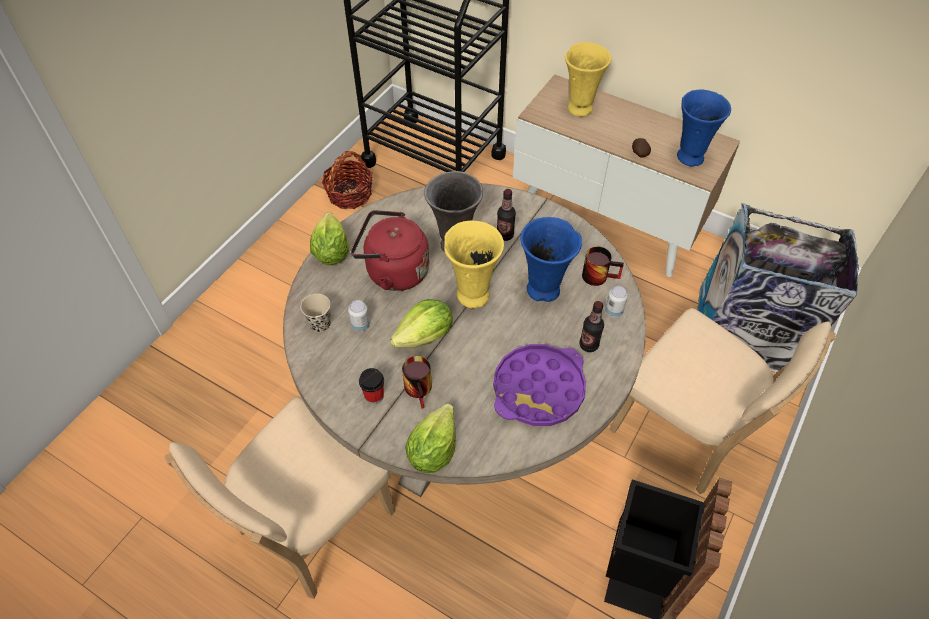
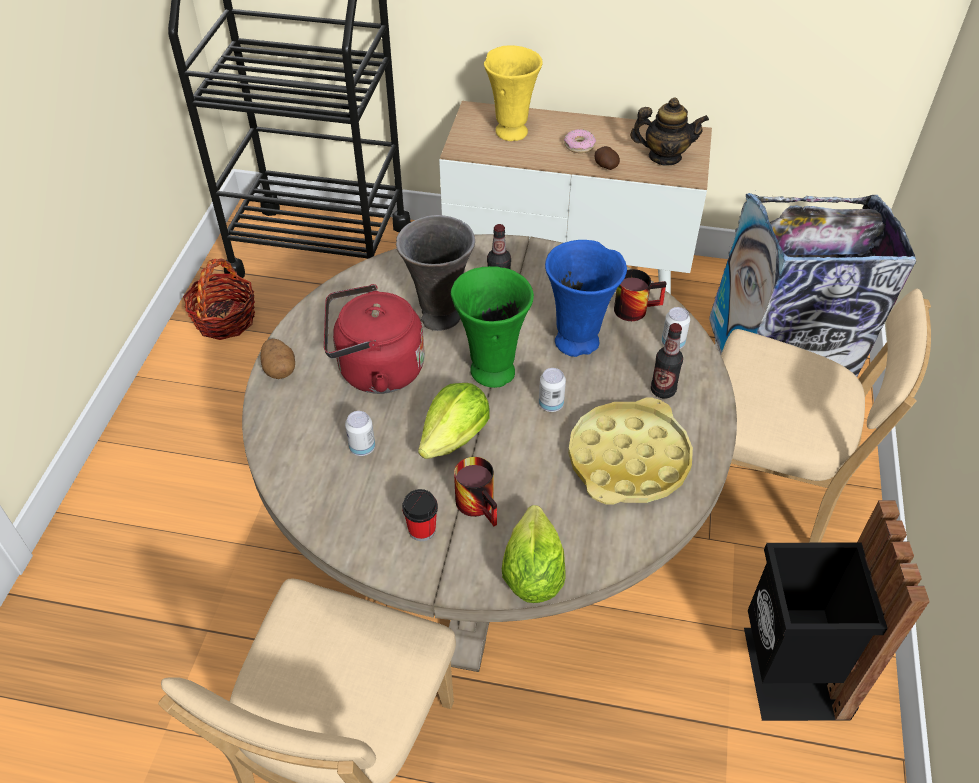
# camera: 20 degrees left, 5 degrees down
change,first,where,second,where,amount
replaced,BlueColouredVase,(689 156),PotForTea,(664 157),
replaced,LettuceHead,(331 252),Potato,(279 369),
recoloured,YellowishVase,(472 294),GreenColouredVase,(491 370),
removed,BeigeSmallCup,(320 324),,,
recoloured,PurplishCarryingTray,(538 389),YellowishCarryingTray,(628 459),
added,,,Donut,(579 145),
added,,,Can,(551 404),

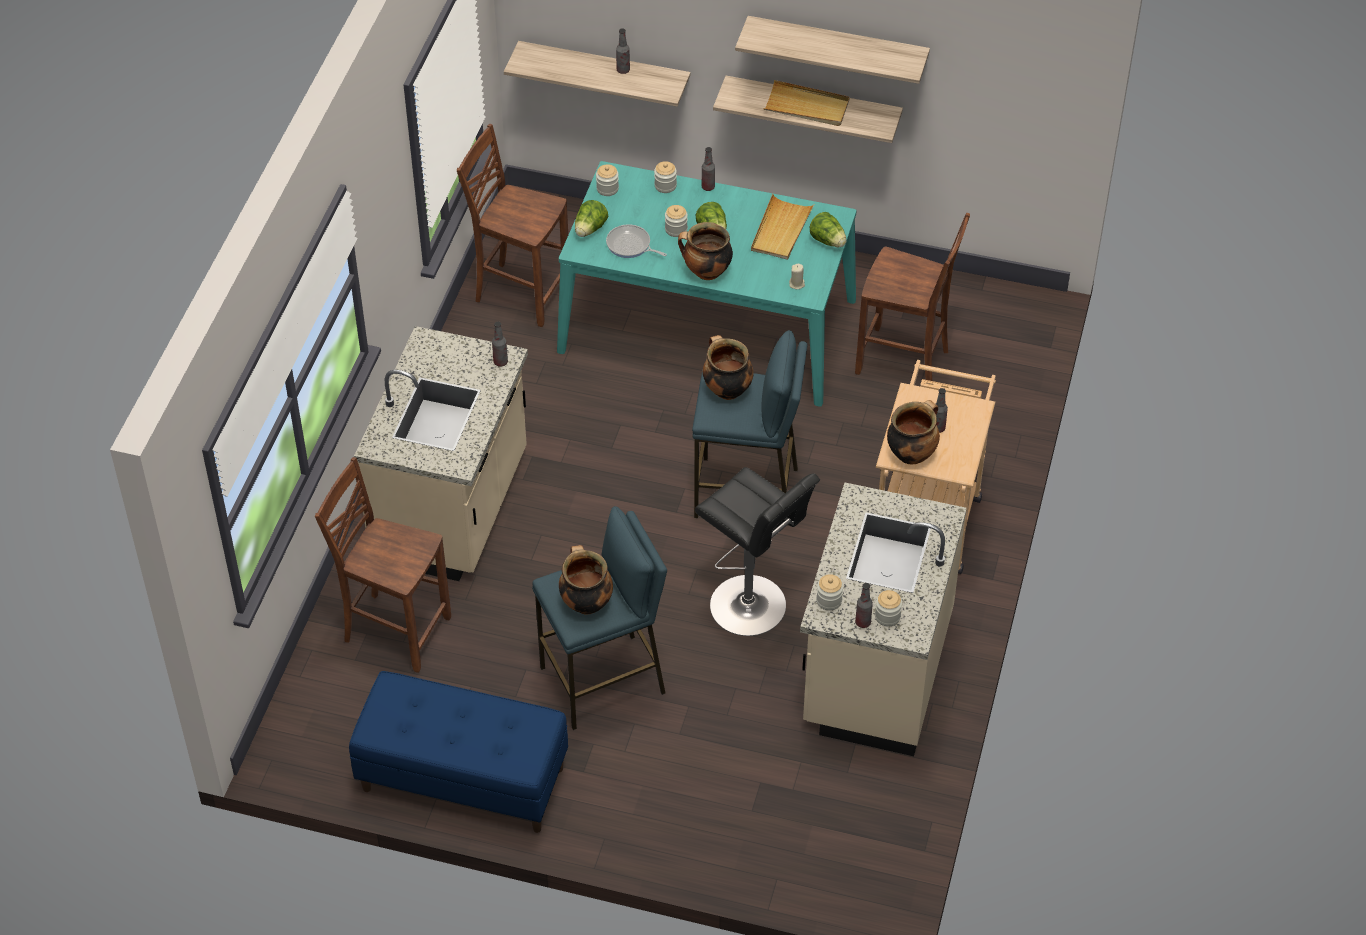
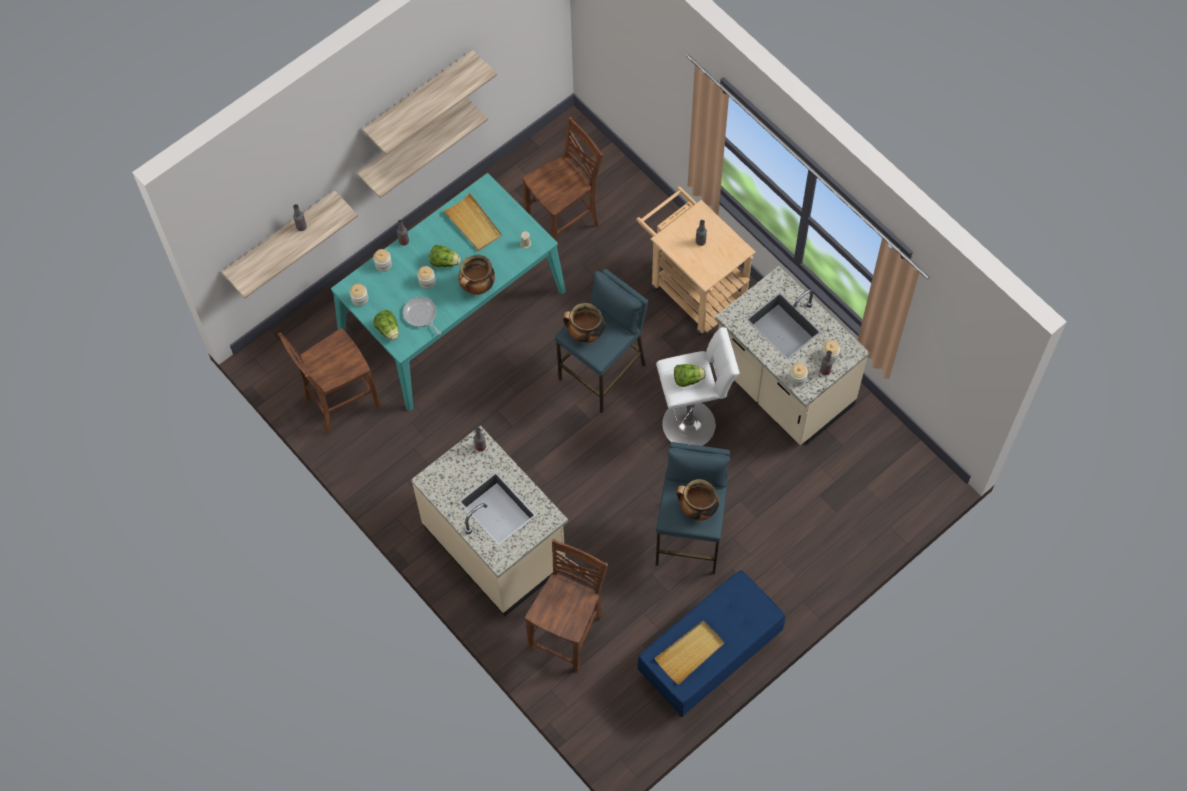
# camera: 55 degrees left, 15 degrees up
change,first,where,second,where,amount
moved,BeigeCarryingTray,(806 107),,(690 652),
moved,LettuceHead,(828 241),,(688 379),
turned,Pan,(630 245),,(421 315),75 degrees clockwise
removed,CookingPot,(911 453),,,
turned,BrownishChair,(395 629),,(568 632),150 degrees clockwise
recoloured,BlackColouredSittingStool,(752 608),WhiteColouredSittingStool,(693 423),

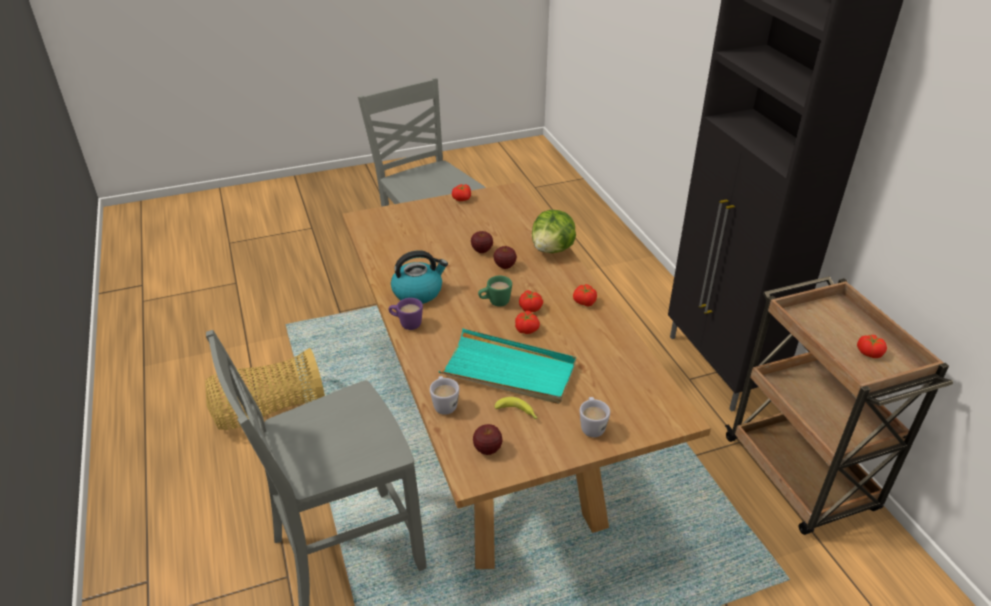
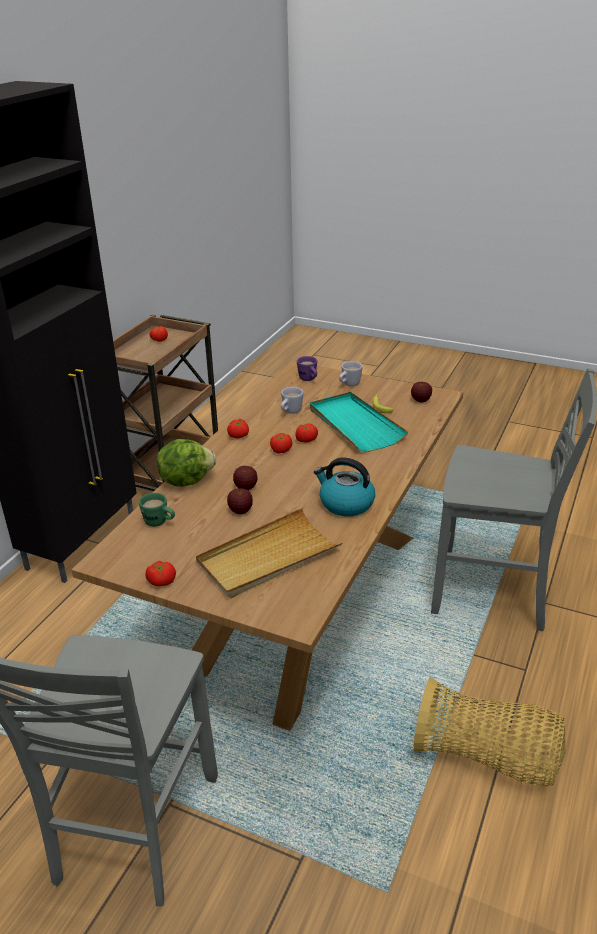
# camera: 135 degrees left, 5 degrees down
change,first,where,second,where,amount
moved,GreenColouredTeaMug,(495 302),,(160 523),
moved,PurplishTeaMug,(406 324),,(309 380),
moved,WhiteColouredTeaMug,(444 404),,(290 412),
added,,,BeigeCarryingTray,(268 557),

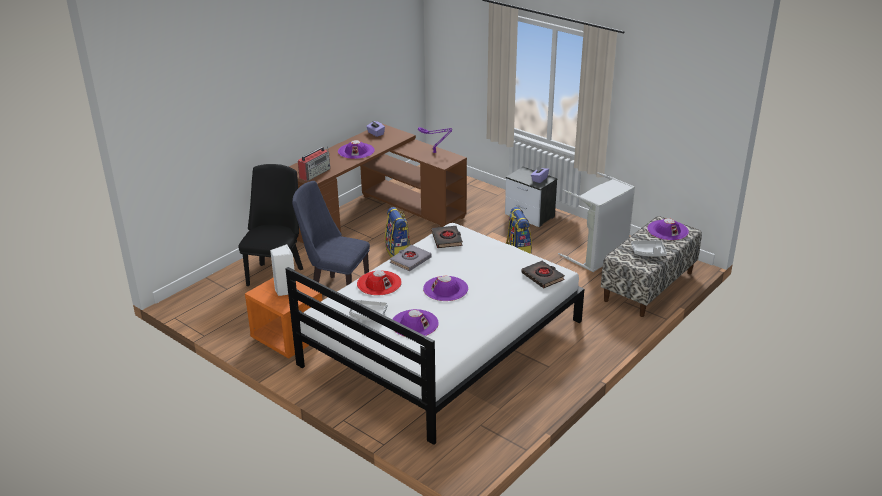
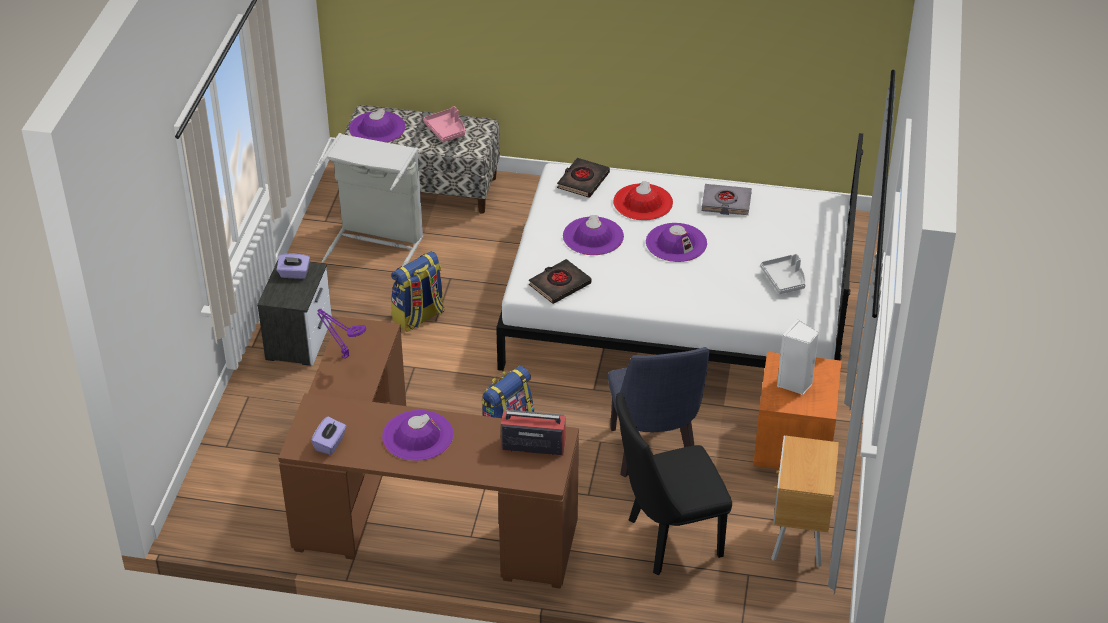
# camera: 120 degrees left, 10 degrees up
change,first,where,second,where,amount
recoloured,GrayCarryingTray,(648 252),PinkColouredCarryingTray,(446 130),
moved,GrayBoundBook,(410 260),,(726 203),
moved,RedColouredHat,(379 283),,(643 202),
moved,PurplishHat,(414 323),,(593 236),
added,,,BrownishNightTable,(797 540),

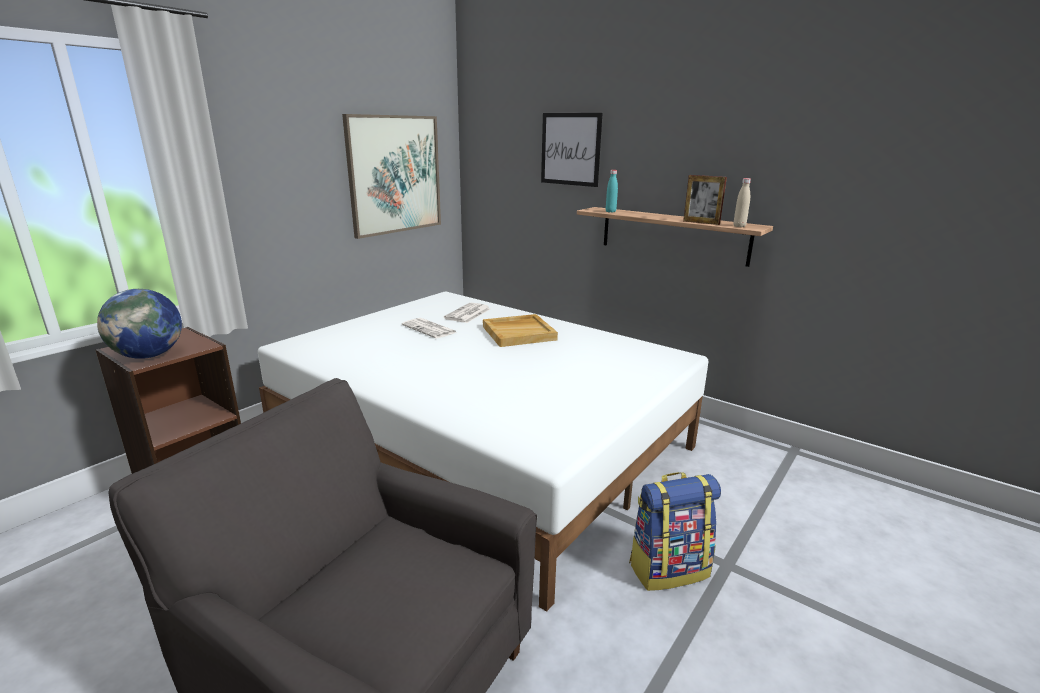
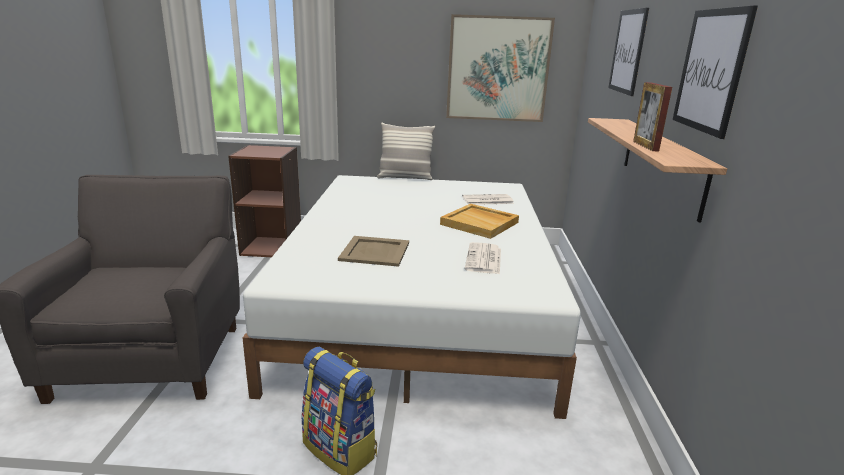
# camera: 55 degrees right, 0 degrees up
change,first,where,second,where,amount
removed,TurquoiseBeverageBottle,(610 211),,,
removed,BeigeBeverageBottle,(739 226),,,
removed,DeskGlobe,(149 355),,,
moved,PrintedPaper,(430 329),,(484 259),
added,,,WallArt,(710 71),
added,,,ThrowPillow,(405 177),
added,,,BeigeCarryingTray,(374 251),

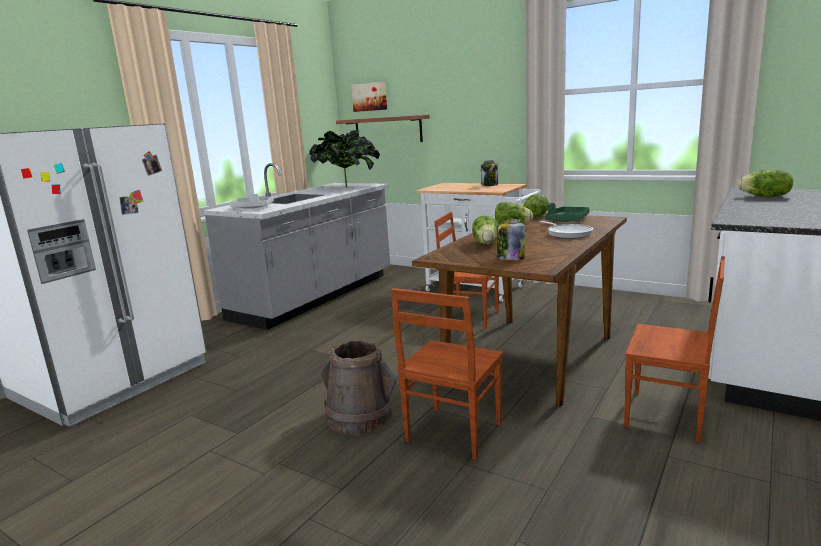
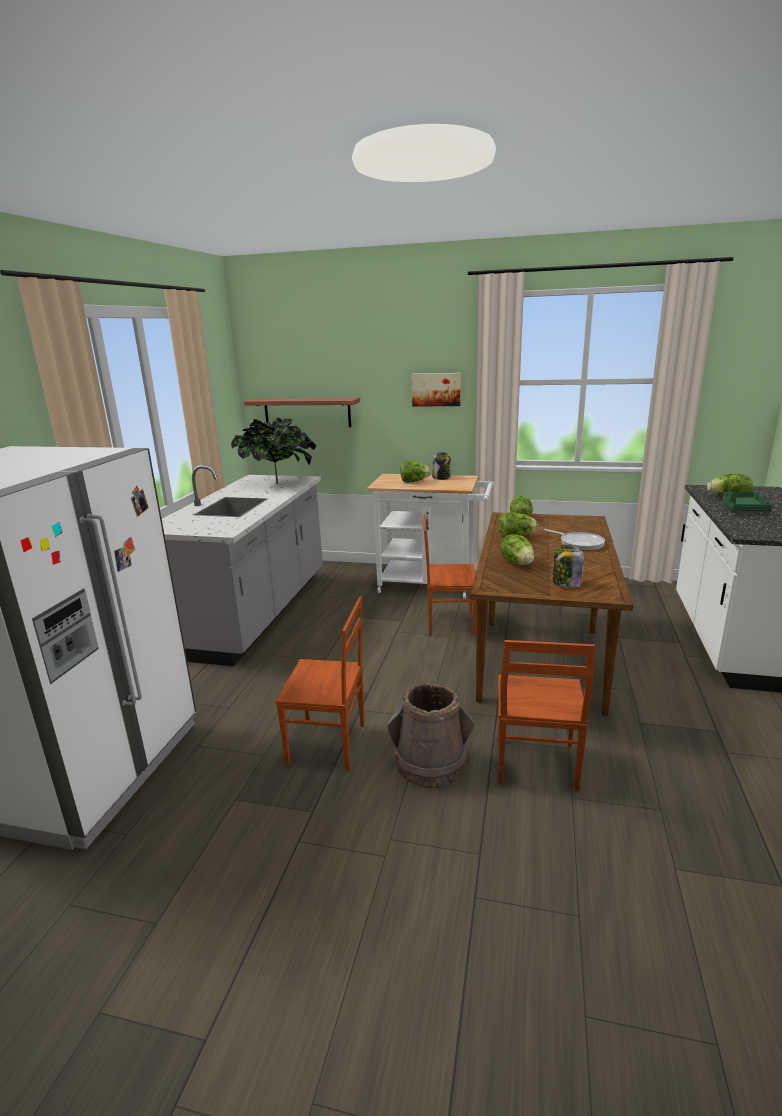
# camera: 20 degrees left, 5 degrees up
change,first,where,second,where,amount
moved,WallArt,(370 97),,(436 389),
removed,GrayCarryingTray,(252 208),,,
moved,GreenColouredCarryingTray,(567 220),,(742 508),
moved,BrownishChair,(667 416),,(328 745),
added,,,LettuceHead,(414 481),

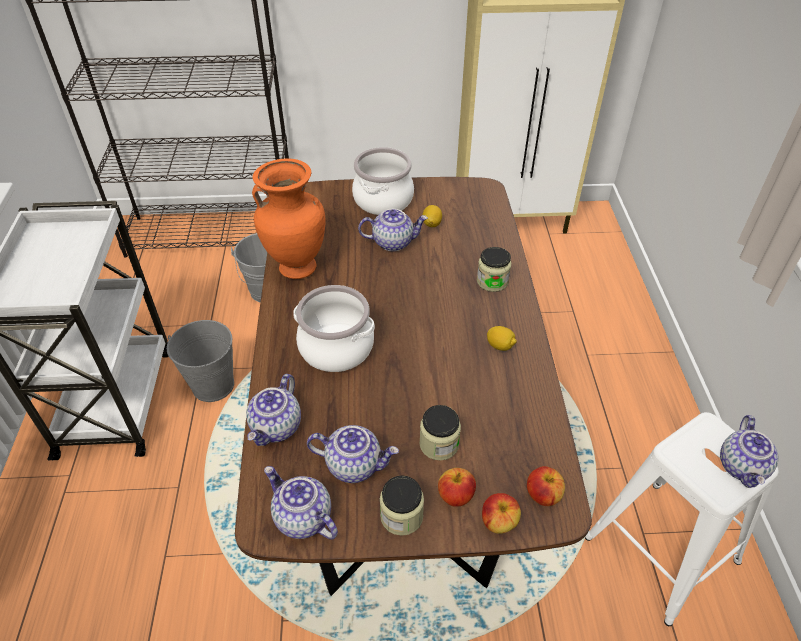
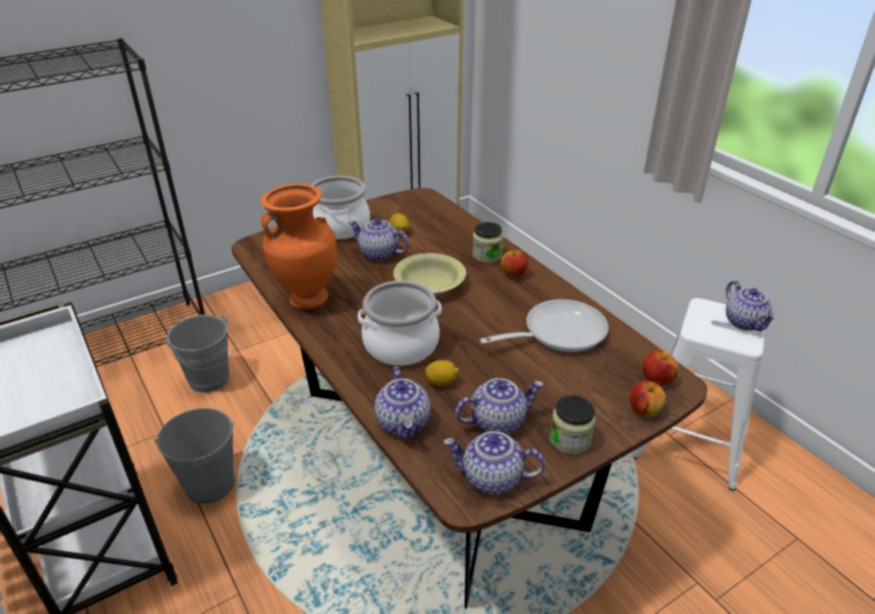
# camera: 30 degrees left, 10 degrees down
change,first,where,second,where,amount
turned,PotForTea,(393 242),,(378 254),120 degrees counterclockwise
moved,CitrusFruit,(500 346),,(441 382),
removed,StorageJar,(439 444),,,
moved,Apple,(456 496),,(514 274),
added,,,YellowishBowl,(429 283),
added,,,Pan,(557 332),

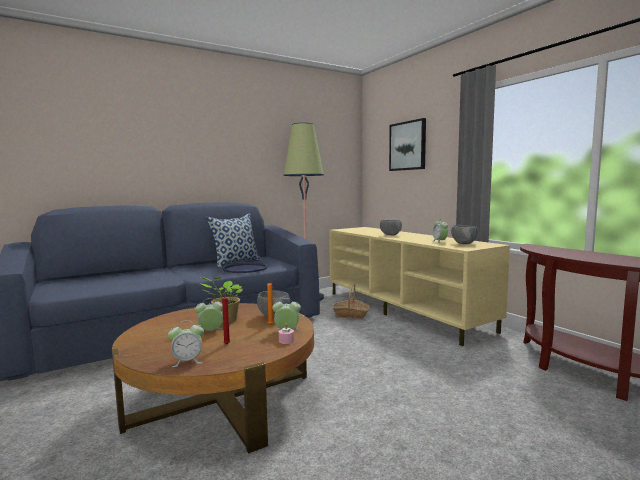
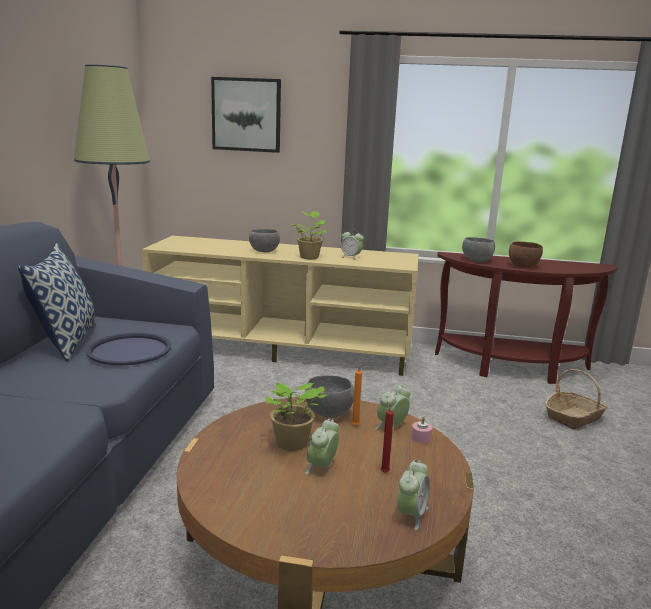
# camera: 50 degrees left, 10 degrees up
change,first,where,second,where,amount
moved,GrayBowl,(463 243),,(477 261),
moved,HouseholdBasket,(351 314),,(573 417),
added,,,PottedPlant,(309 257),
added,,,BrownishBowl,(522 266),

